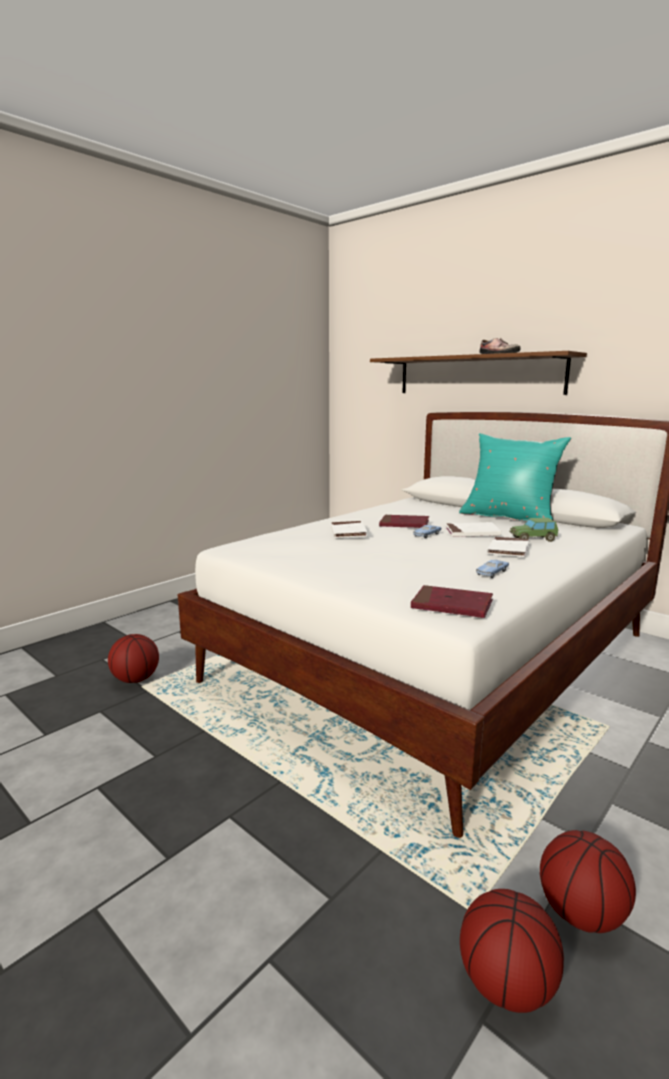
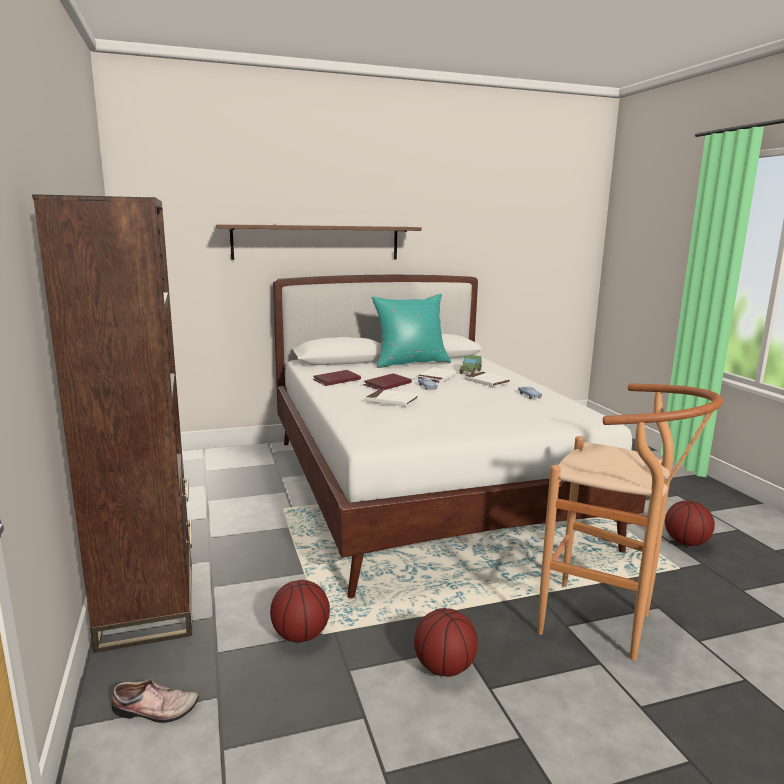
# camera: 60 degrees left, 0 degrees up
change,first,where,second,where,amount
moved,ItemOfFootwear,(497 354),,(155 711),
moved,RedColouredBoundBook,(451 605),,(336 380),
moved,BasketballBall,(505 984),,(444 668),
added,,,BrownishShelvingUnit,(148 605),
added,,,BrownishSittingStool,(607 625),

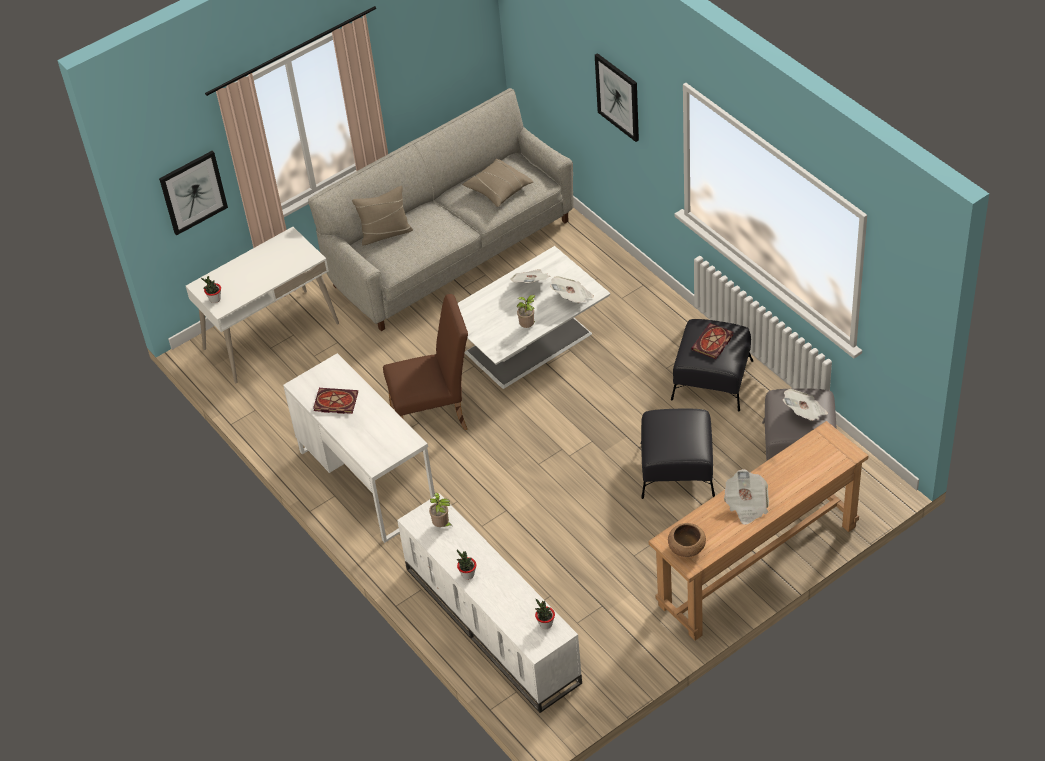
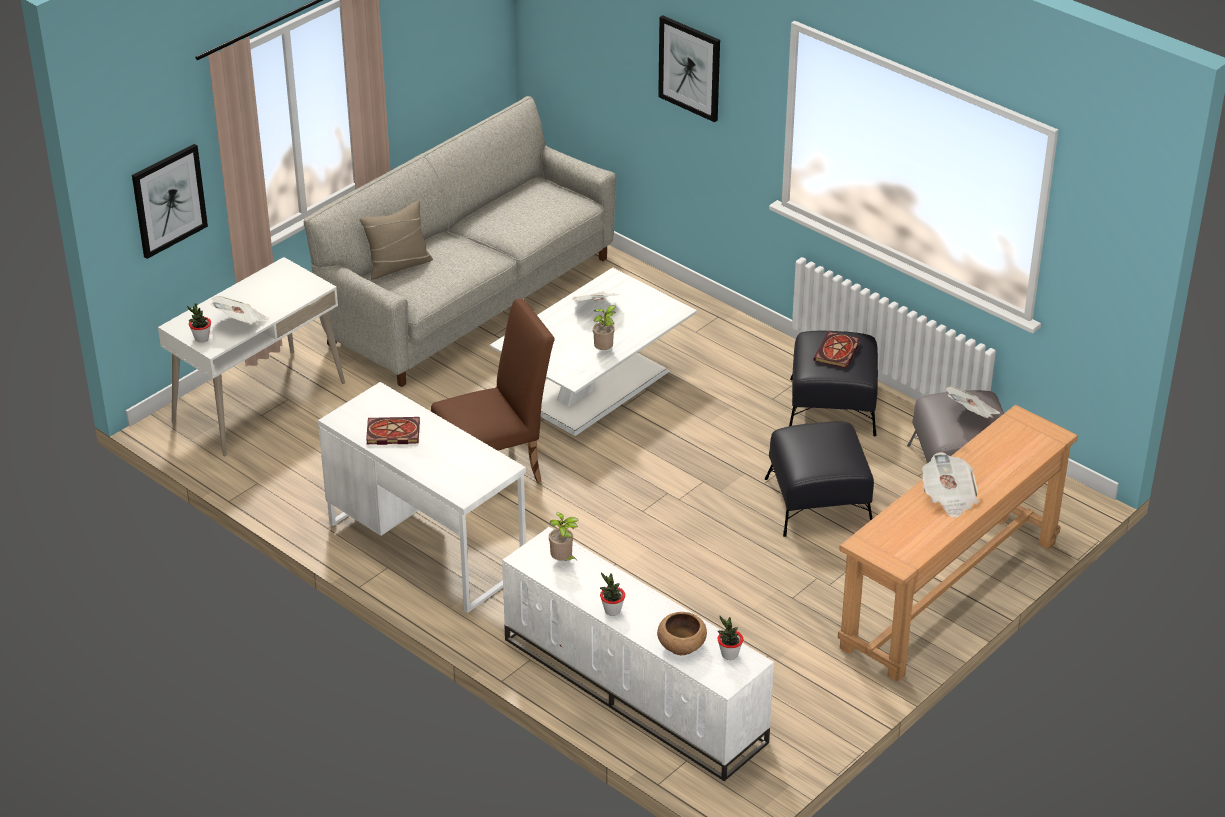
# camera: 15 degrees left, 10 degrees down
change,first,where,second,where,amount
removed,BeigeThrowPillow,(498 190),,,
moved,PrintedPaper,(572 297),,(241 322),
moved,BrownishBowl,(687 548),,(682 645),

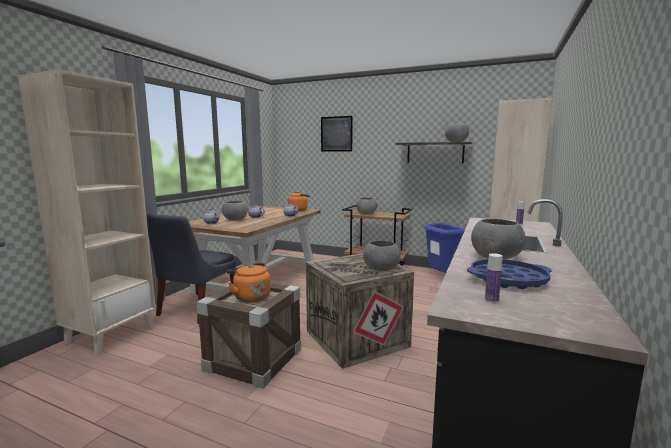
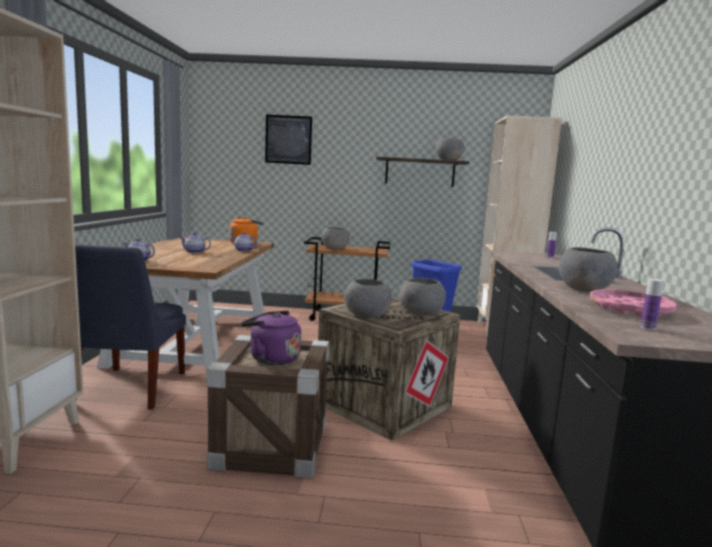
# camera: 20 degrees left, 0 degrees up
change,first,where,second,where,amount
moved,GrayBowl,(235 220),,(366 315),
recoloured,BlueColouredCarryingTray,(508 279),PinkColouredCarryingTray,(630 309),
recoloured,OrangeColouredWaterKettle,(250 297),PurplishWaterKettle,(271 358),

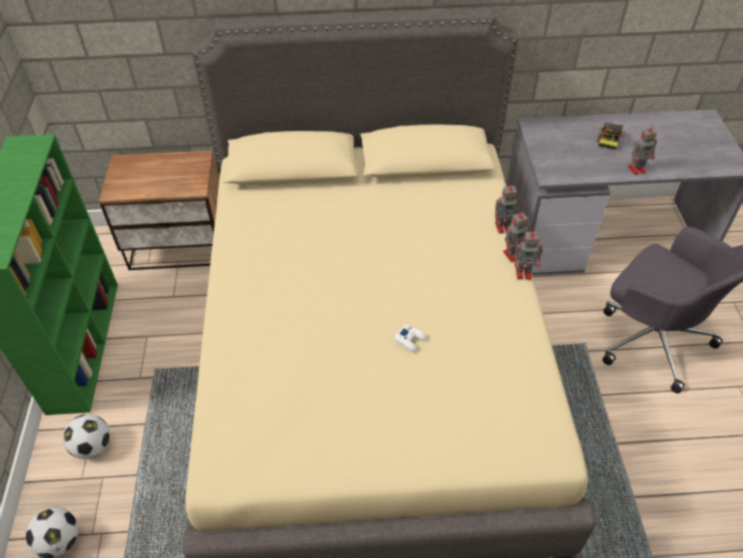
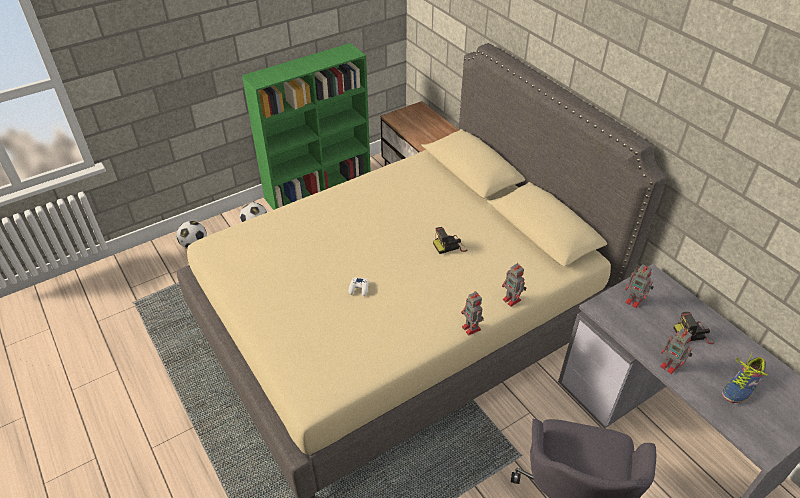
# camera: 60 degrees right, 5 degrees down
change,first,where,second,where,amount
moved,ToyRobot,(514 254),,(634 301),
added,,,StillCamera,(450 246),
added,,,ItemOfFootwear,(742 385),

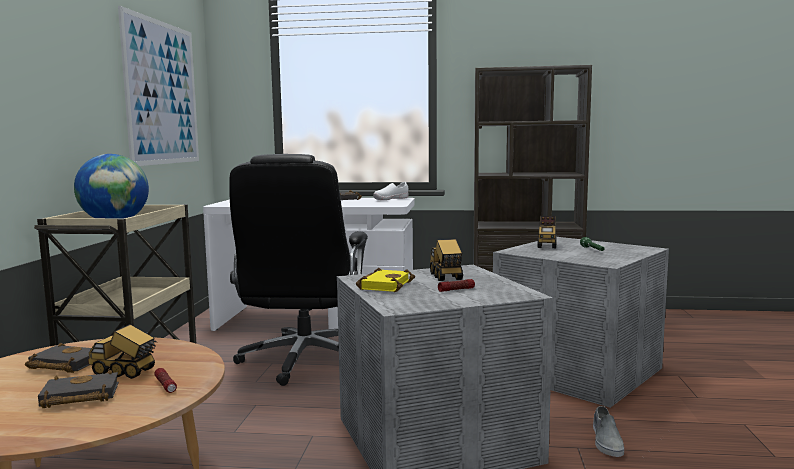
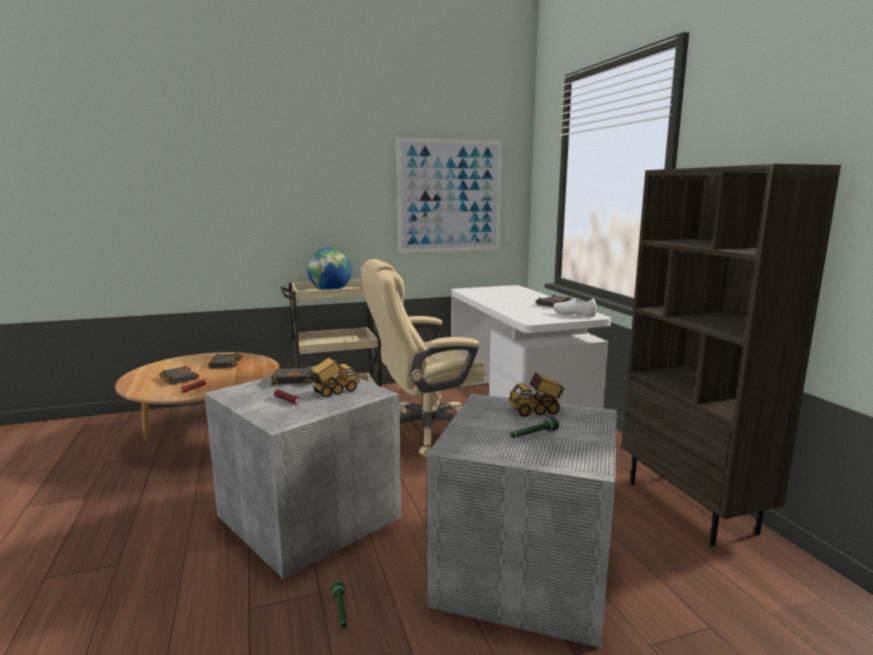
# camera: 65 degrees right, 5 degrees up
change,first,where,second,where,amount
recoloured,BlackColouredOfficeChair,(304 361),BeigeOfficeChair,(424 431),
recoloured,YellowishBoundBook,(384 285),BlackColouredBoundBook,(295 379),
removed,ToyTruck,(125 372),,,
replaced,GrayItemOfFootwear,(606 441),GreenColouredTorch,(340 610),

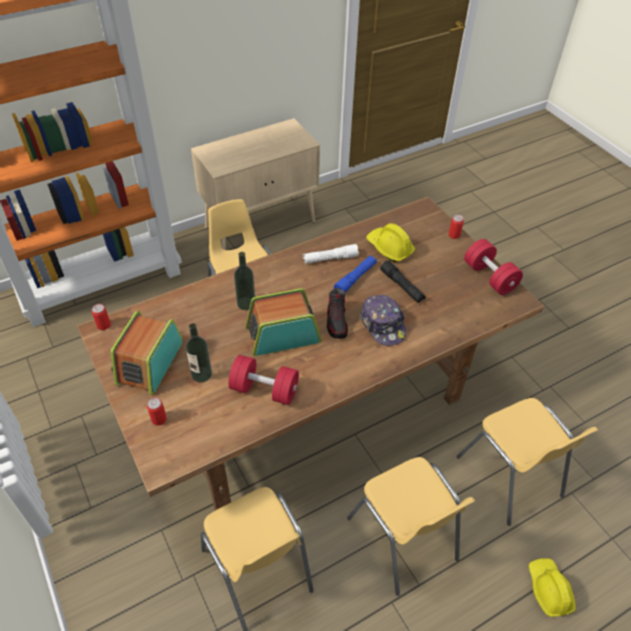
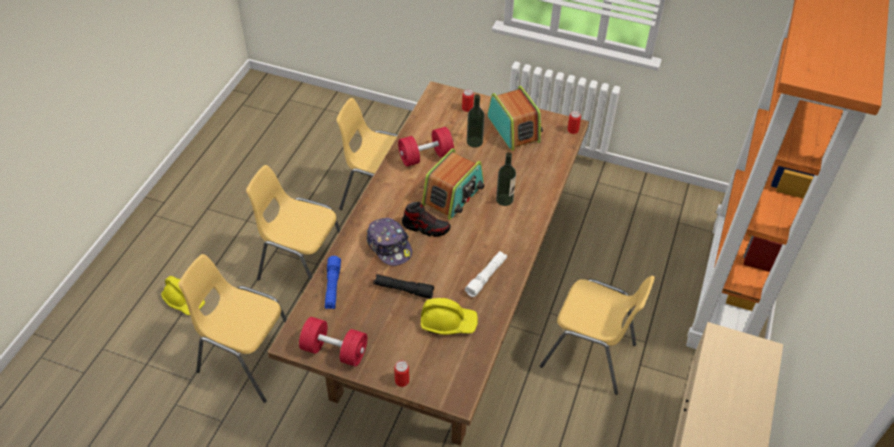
# camera: 140 degrees right, 0 degrees up
change,first,where,second,where,amount
moved,BlueColouredTorch,(355 278),,(332 287),
turned,ItemOfFootwear,(336 321),,(426 227),150 degrees clockwise
turned,BaseballCap,(383 325),,(389 246),150 degrees counterclockwise

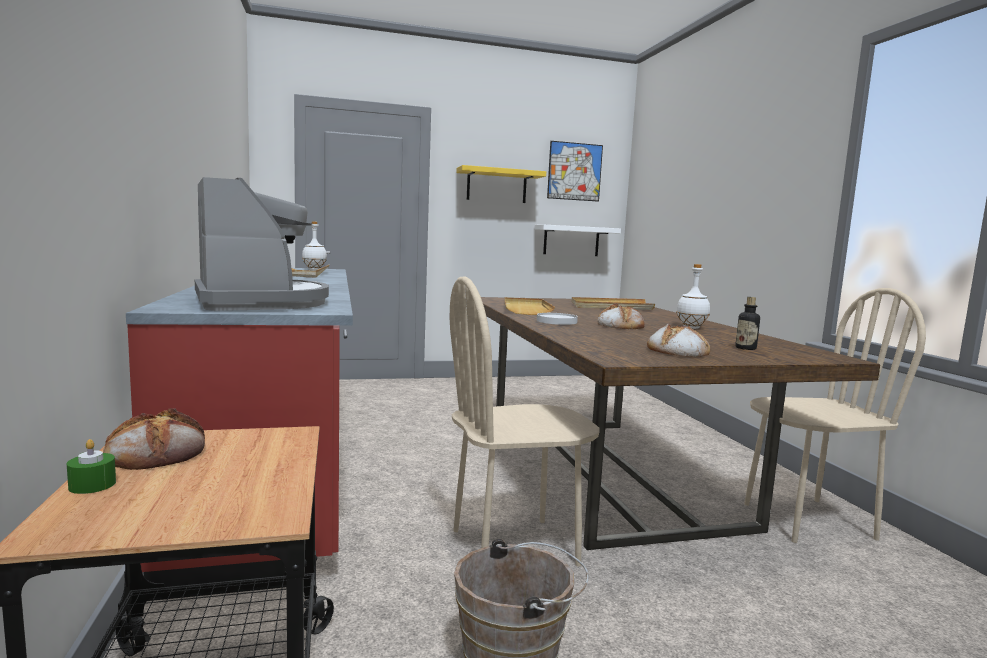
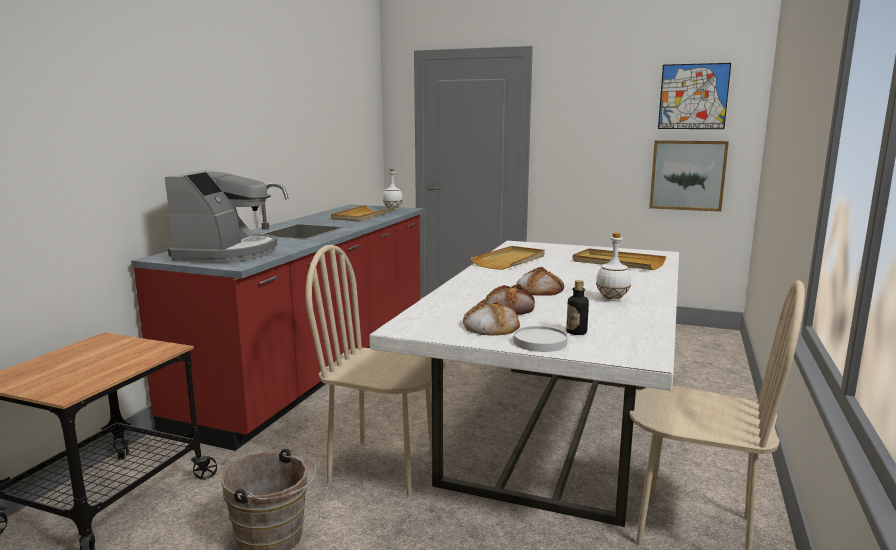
# camera: 35 degrees right, 5 degrees up
change,first,where,second,where,amount
removed,YellowishBracketShelf,(496 186),,,
replaced,WhiteColouredBracketShelf,(571 240),WallArt,(687 175),
recoloured,BrownishKitchenTable,(607 474),WhiteColouredKitchenTable,(554 431),
moved,WhiteColouredPlate,(556 321),,(540 342),
moved,Bread,(157 451),,(510 307),
removed,GreenColouredCandle,(92 485),,,

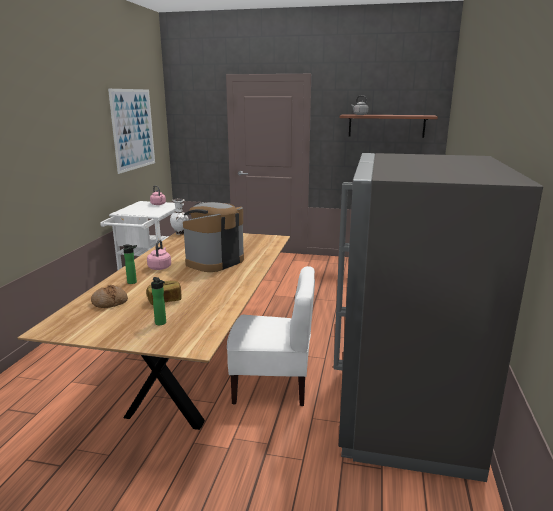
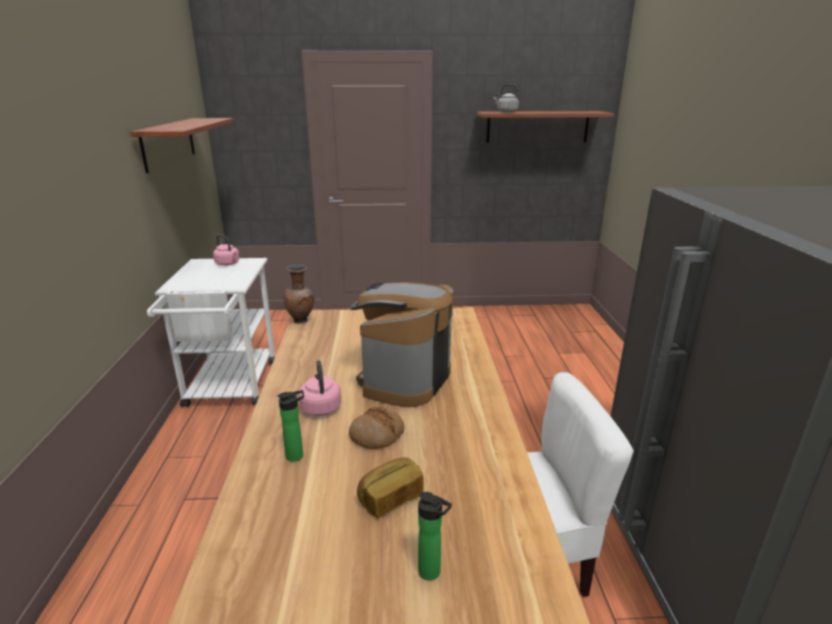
# camera: 15 degrees left, 5 degrees up
change,first,where,second,where,amount
replaced,WallArt,(133 129),BracketShelf,(169 143),
recoloured,WhiteColouredVase,(180 233),BrownishVase,(301 321),
moved,Bread,(110 302),,(377 435),

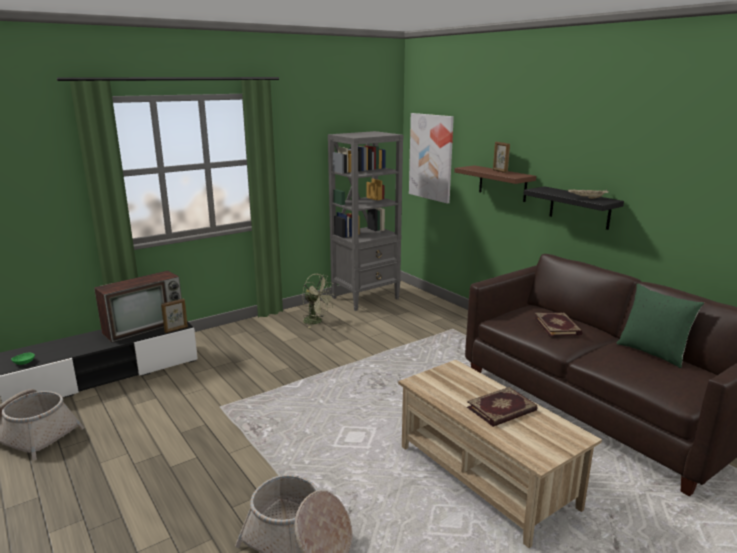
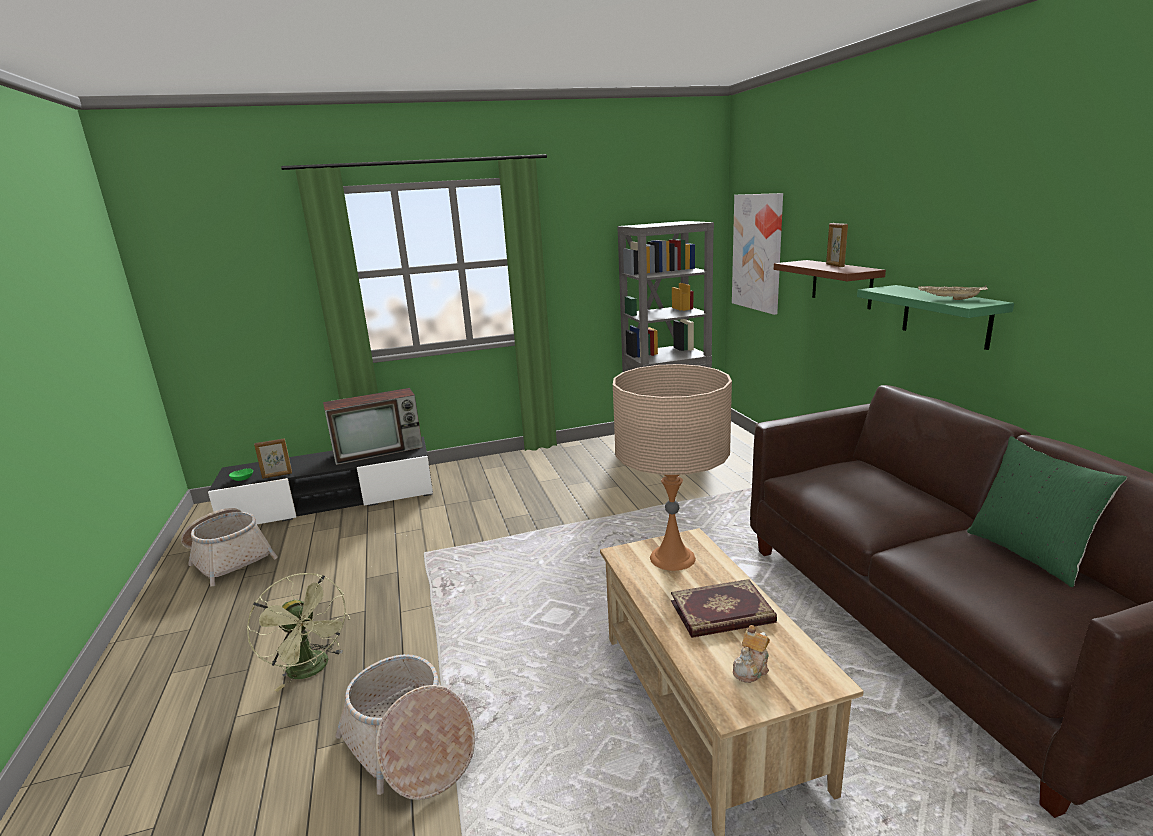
# camera: 20 degrees right, 0 degrees up
change,first,where,second,where,amount
recoloured,BlackColouredBracketShelf,(579 208),GreenColouredBracketShelf,(946 316),
moved,GreenColouredFan,(316 321),,(312 670),
moved,PictureFrame,(176 329),,(277 475),
removed,BoundBook,(558 326),,,
added,,,BeigeTabletopLamp,(672 557),
added,,,PotForTea,(751 668),

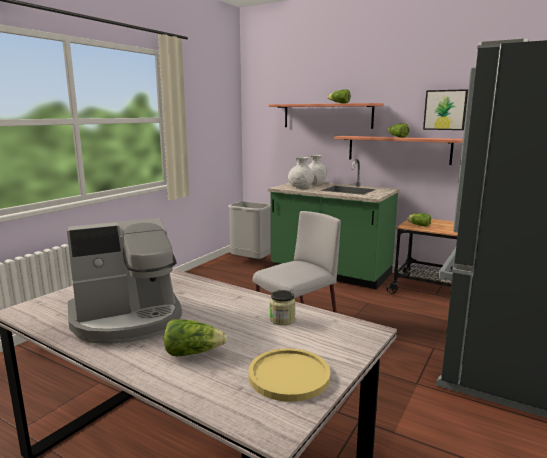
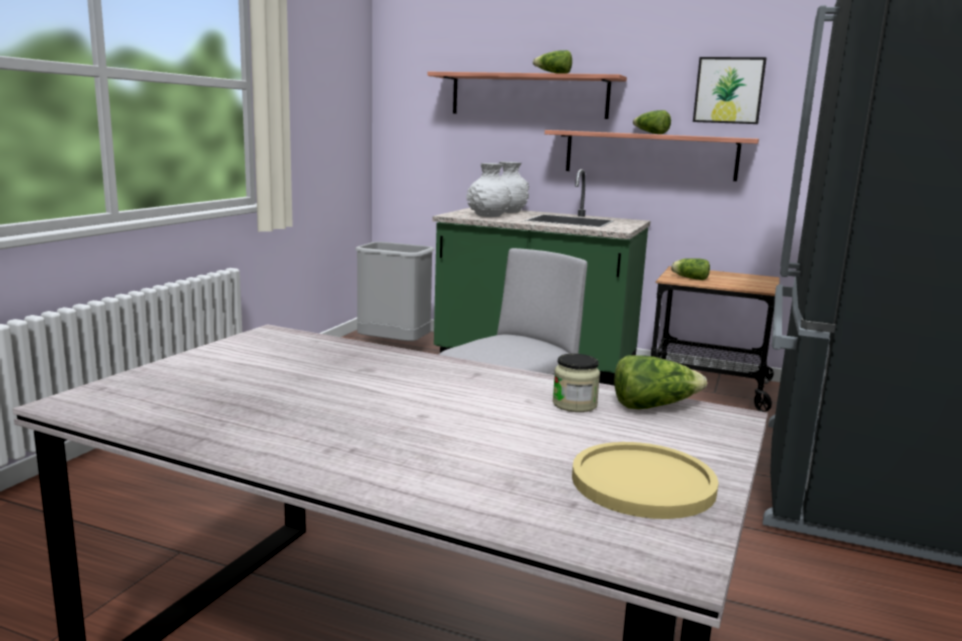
# camera: 10 degrees left, 0 degrees up
change,first,where,second,where,amount
removed,CoffeeMaker,(127 319),,,
moved,LettuceHead,(193 353),,(653 406),

